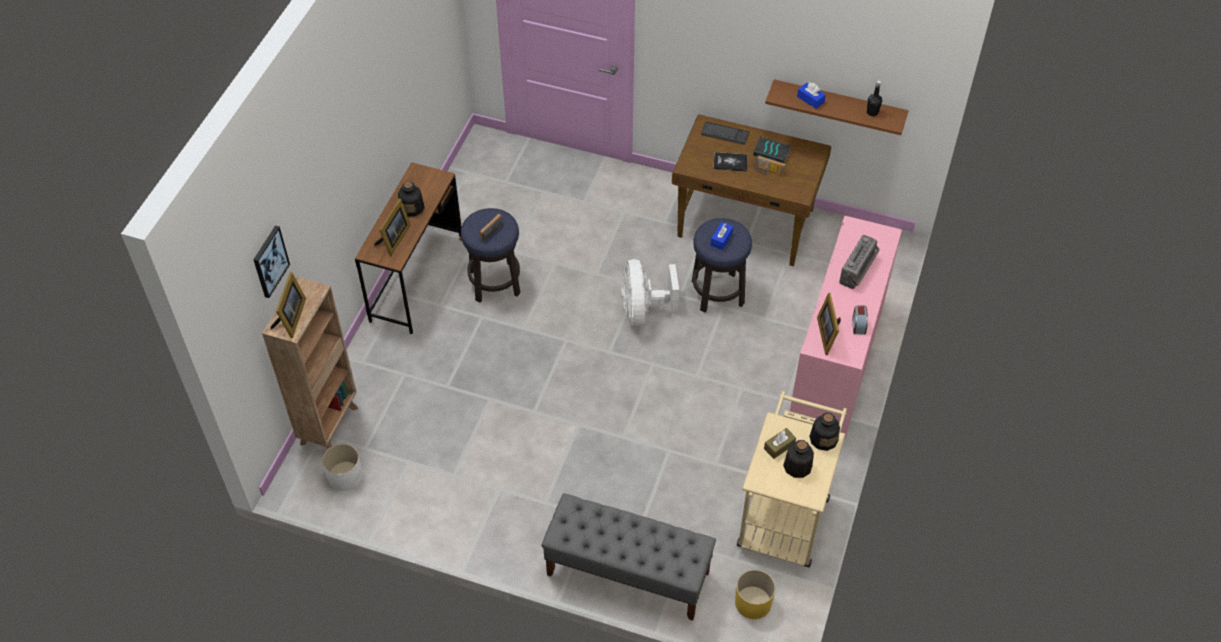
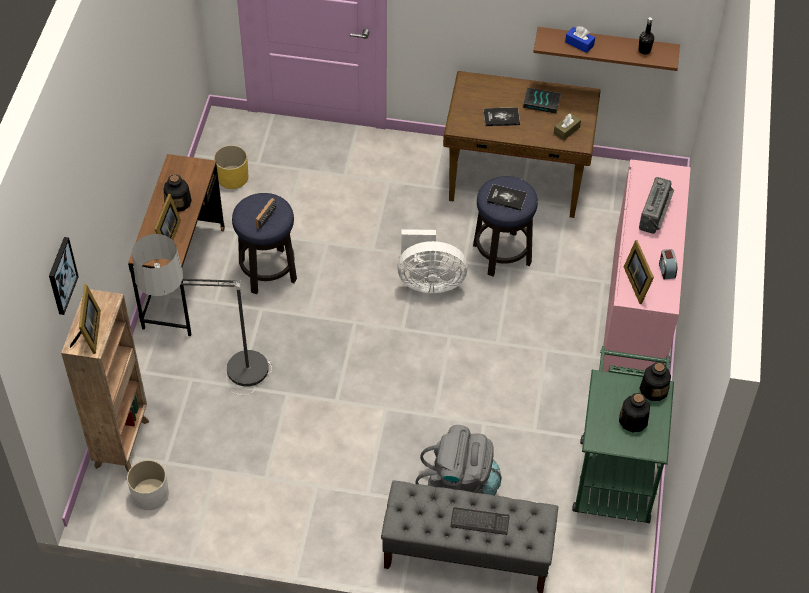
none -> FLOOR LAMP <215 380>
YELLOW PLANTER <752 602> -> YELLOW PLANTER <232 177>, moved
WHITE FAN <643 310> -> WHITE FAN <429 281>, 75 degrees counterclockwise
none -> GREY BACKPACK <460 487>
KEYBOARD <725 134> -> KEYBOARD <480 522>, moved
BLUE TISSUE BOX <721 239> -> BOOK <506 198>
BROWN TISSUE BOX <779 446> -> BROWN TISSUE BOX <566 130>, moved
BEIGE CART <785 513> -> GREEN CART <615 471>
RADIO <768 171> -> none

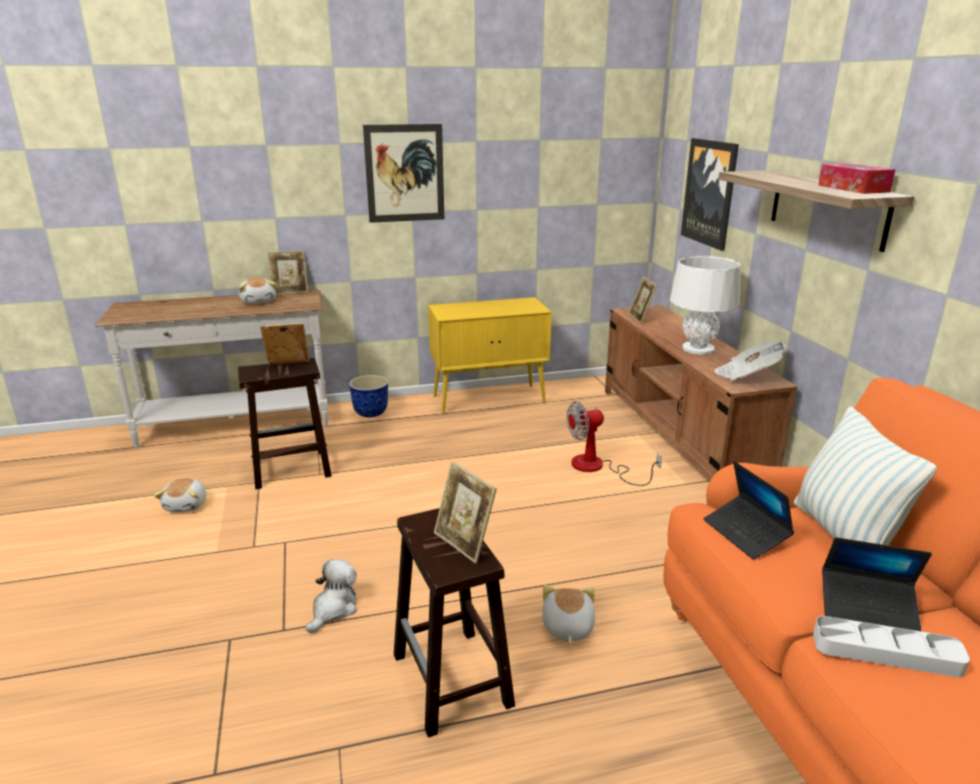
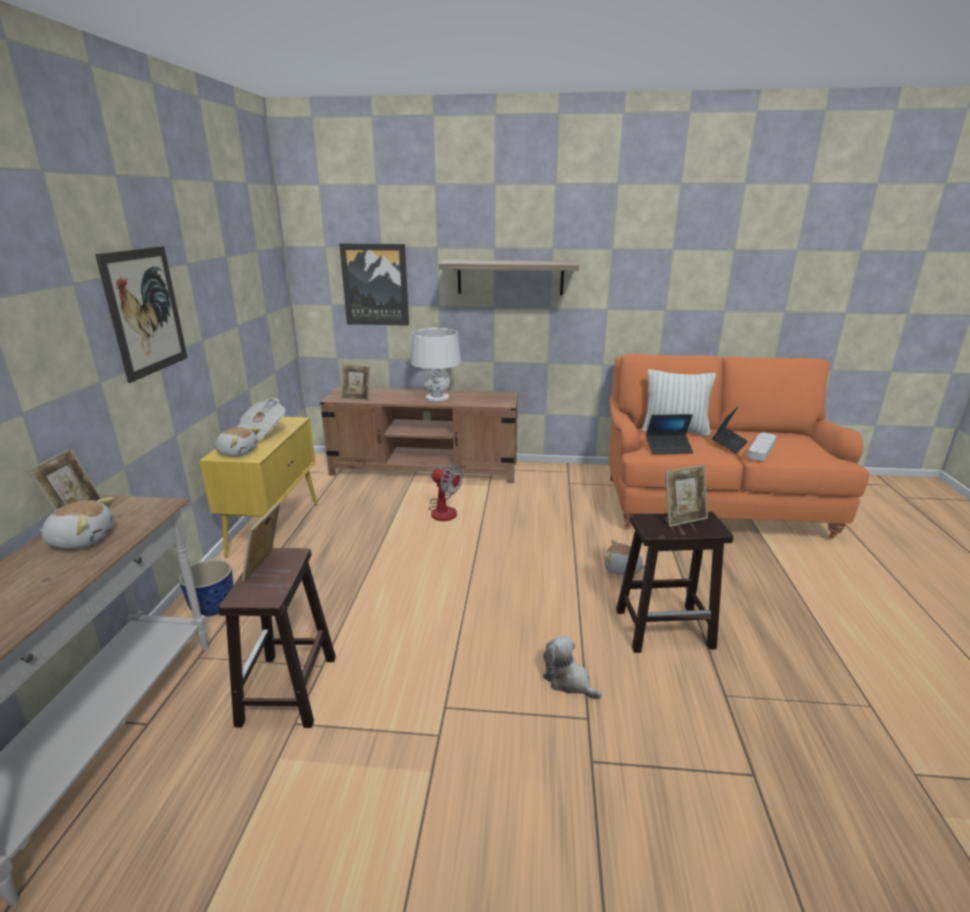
PLUSH TOY <187 505> -> PLUSH TOY <238 452>, moved
NEWSPAPER <746 376> -> NEWSPAPER <260 433>, moved
FAN <598 467> -> FAN <443 509>, 60 degrees counterclockwise
TISSUE BOX <853 188> -> none

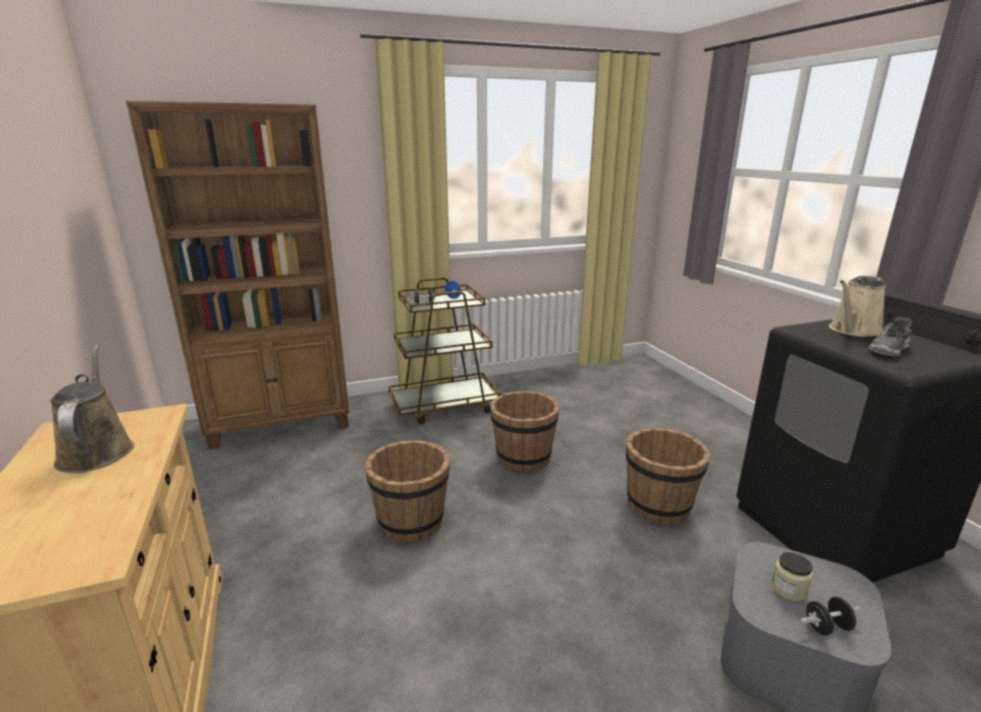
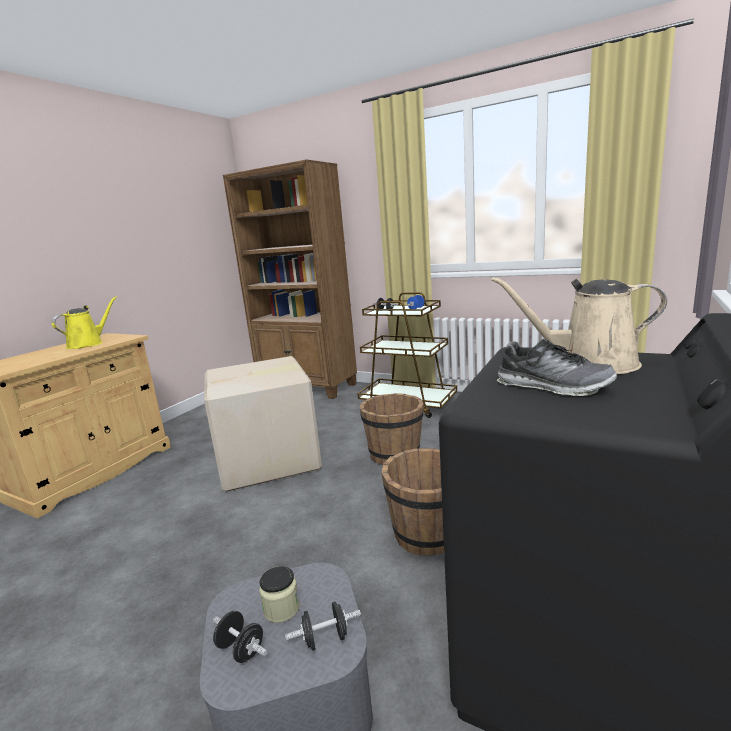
BROWN WATERING CAN <97 450> -> YELLOW WATERING CAN <88 344>
BROWN BUCKET <411 521> -> CARDBOARD BOX <270 460>
none -> BLACK DUMBBELL <325 639>
SHOE <889 349> -> SHOE <552 387>, 150 degrees counterclockwise

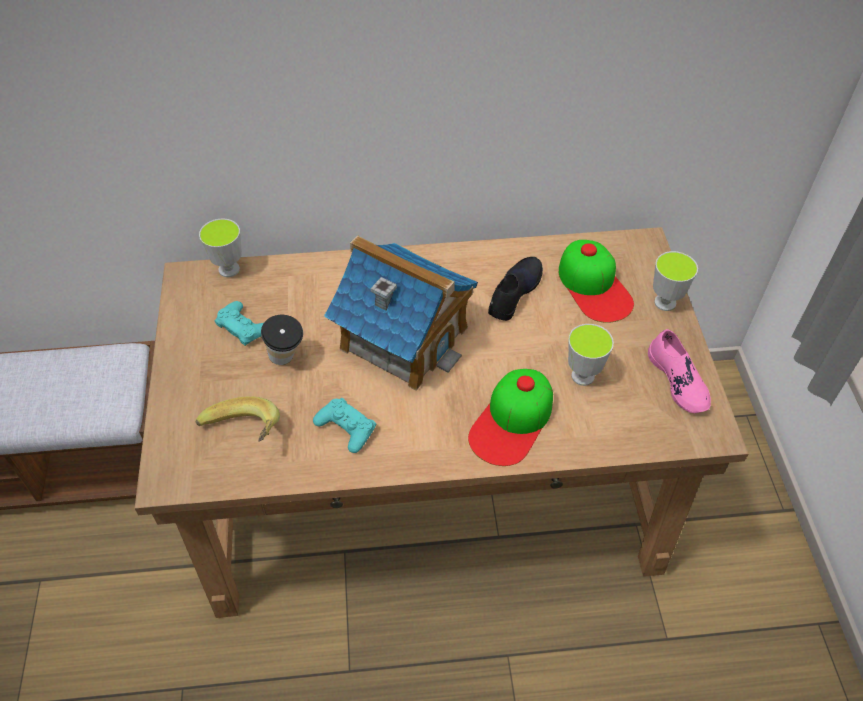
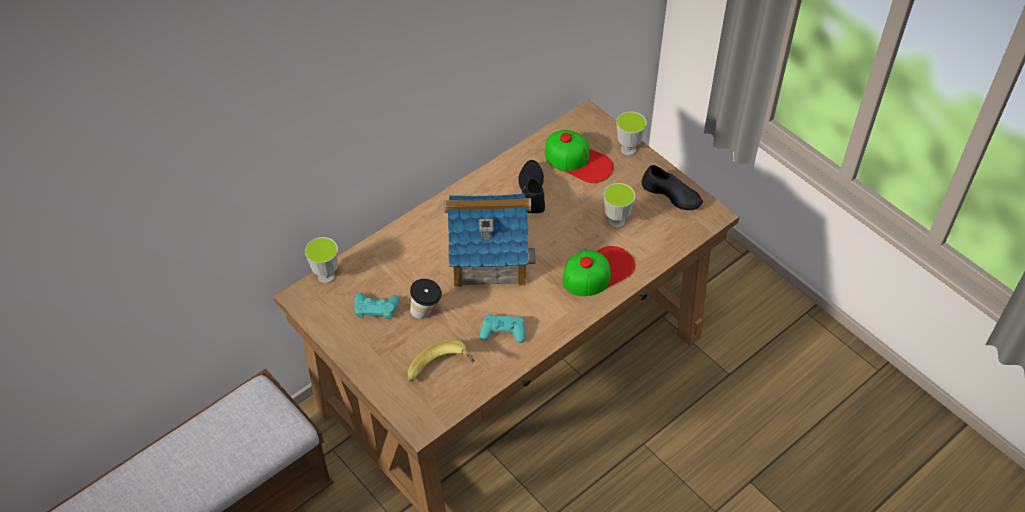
CAP <512 421> -> CAP <598 271>, 120 degrees counterclockwise
PINK SHOE <678 380> -> BLACK SHOE <672 194>

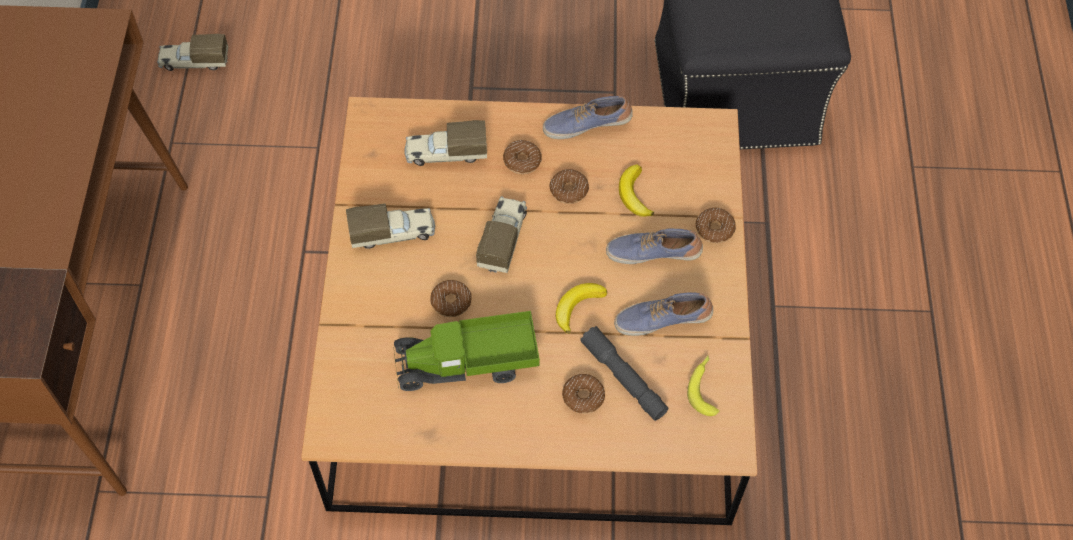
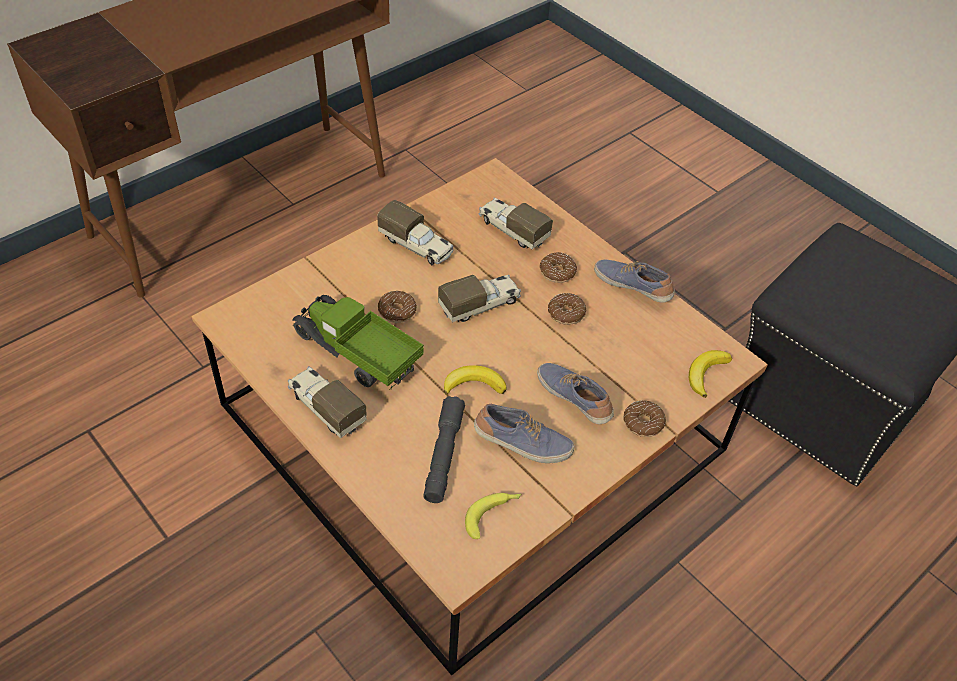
TOY TRUCK <194 62> -> TOY TRUCK <326 408>, moved
SHOE <662 320> -> SHOE <522 444>, 150 degrees clockwise
BANANA <634 194> -> BANANA <706 373>, moved
DONUT <583 397> -> none

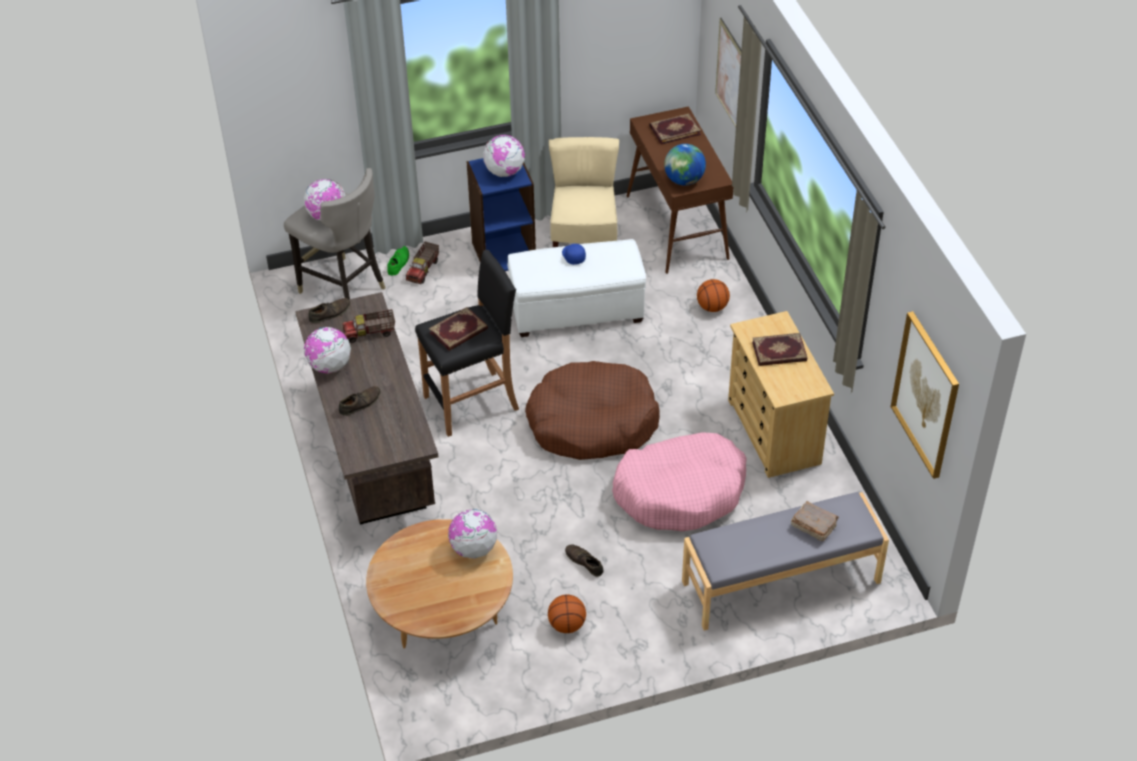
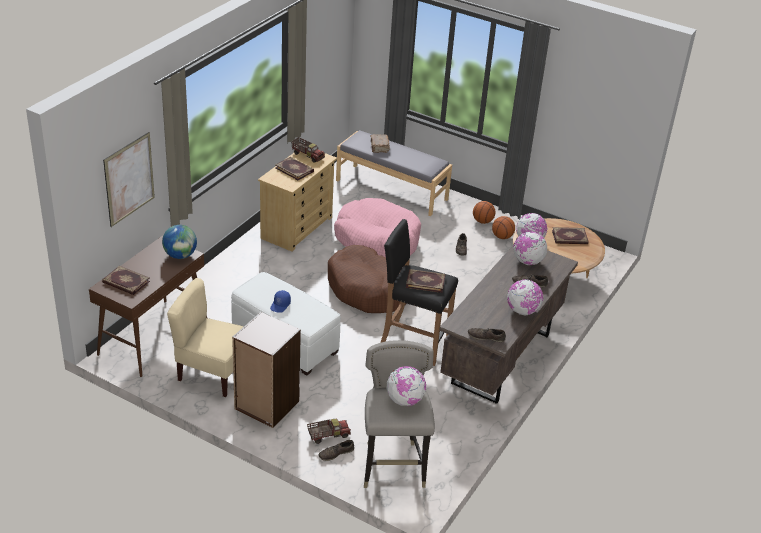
BEIGE CHAIR <584 241> -> BEIGE CHAIR <212 373>, 60 degrees clockwise
BLUE BOOKCASE <503 252> -> BROWN BOOKCASE <266 405>
TOY TRUCK <370 333> -> TOY TRUCK <308 155>, moved
GREEN SHOE <398 263> -> BROWN SHOE <336 453>
BASKETBALL <712 307> -> BASKETBALL <482 221>, moved
GLOBE <504 171> -> GLOBE <527 262>, moved
none -> BOOK <569 238>
PICTURE <926 395> -> none

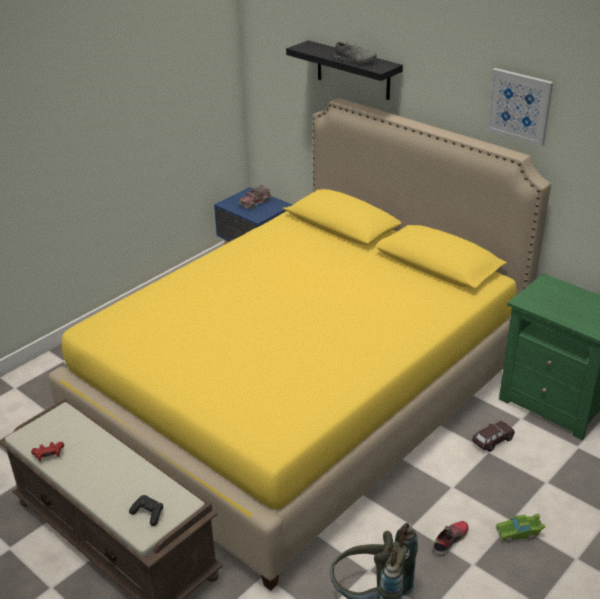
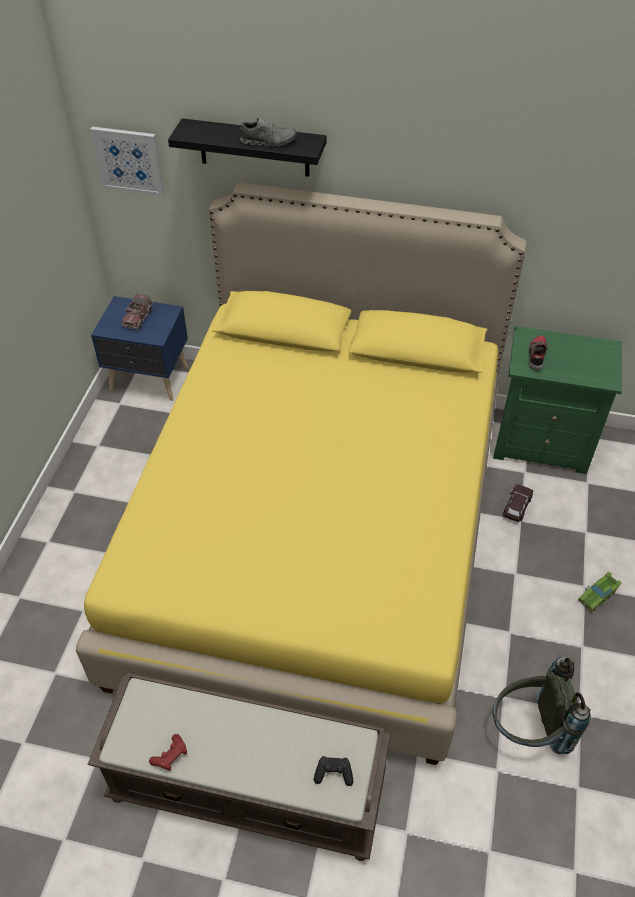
PICTURE <519 106> -> PICTURE <129 160>, moved
SHOE <449 541> -> SHOE <536 356>, moved

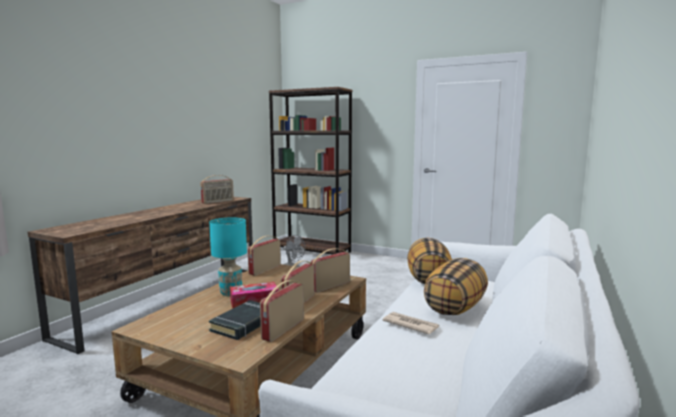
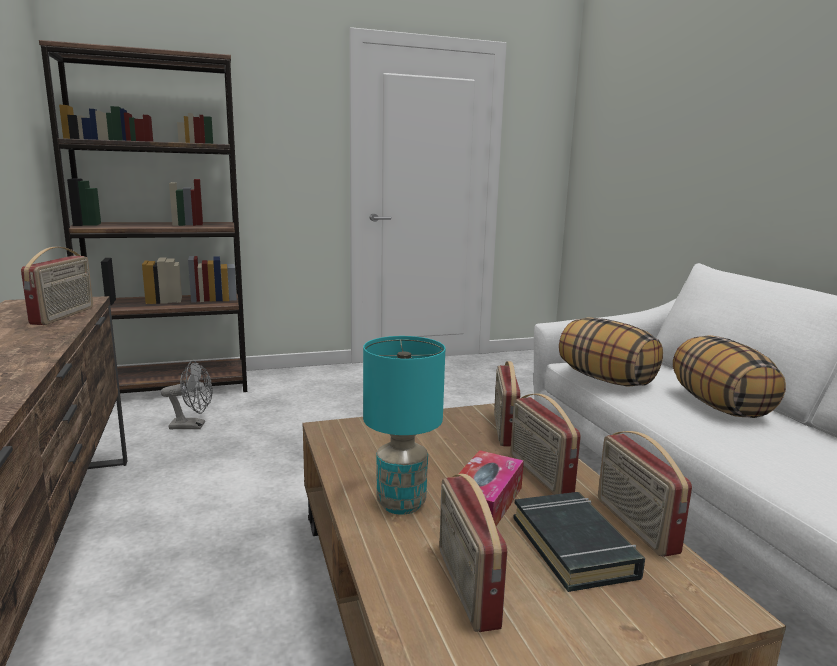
RADIO <264 269> -> RADIO <465 587>, moved
NEWSPAPER <410 325> -> none

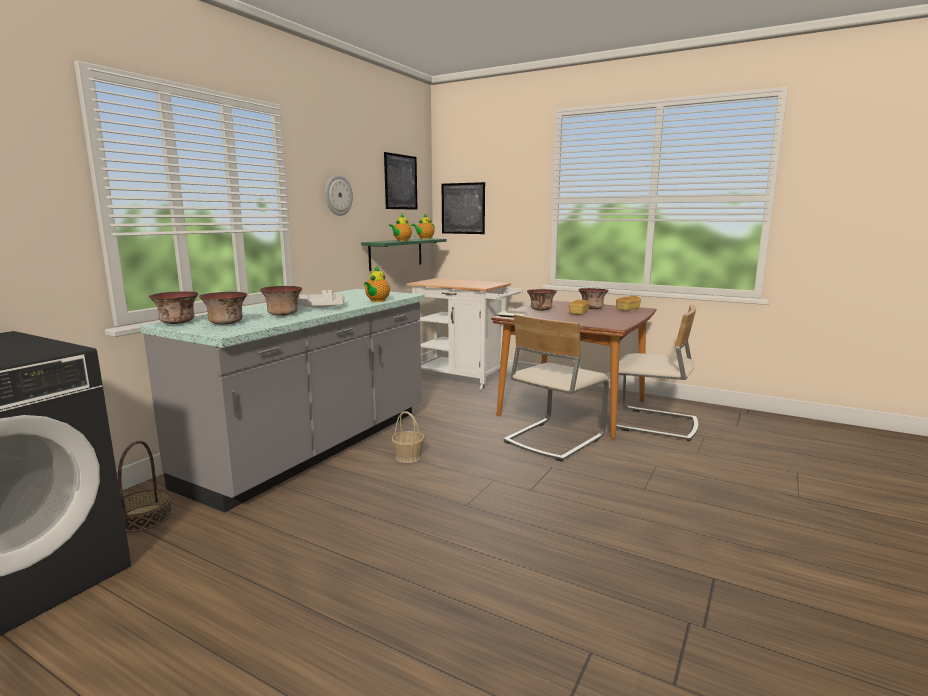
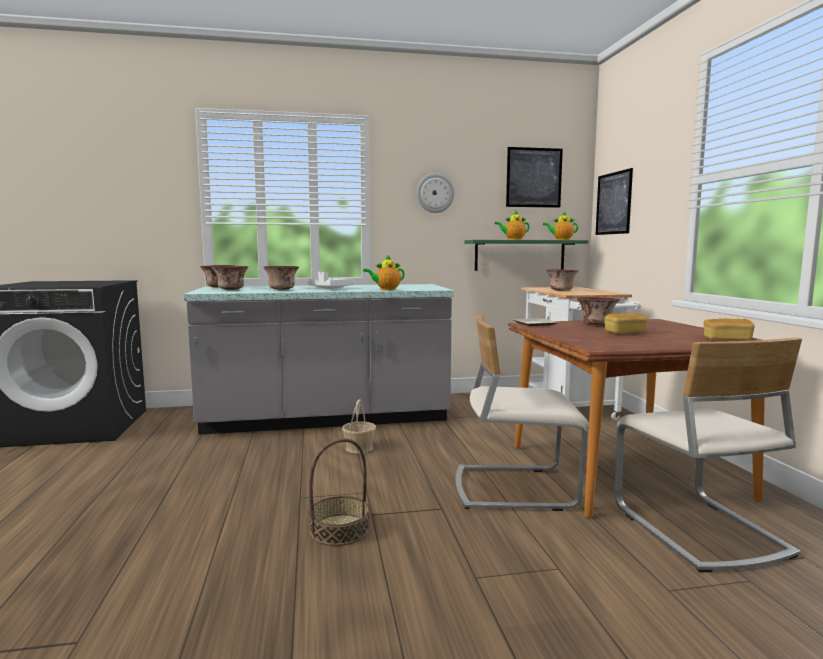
BASKET <143 518> -> BASKET <339 529>, moved
BOWL <592 308> -> BOWL <560 290>, moved

